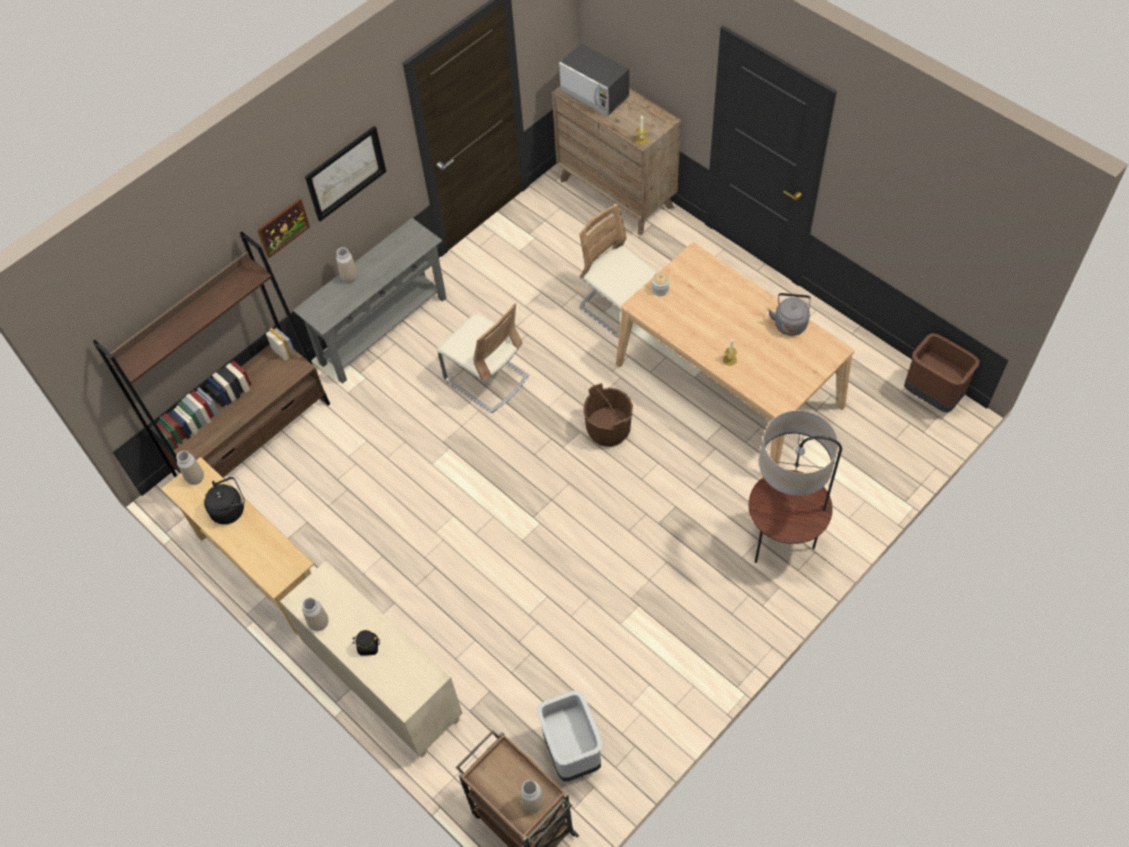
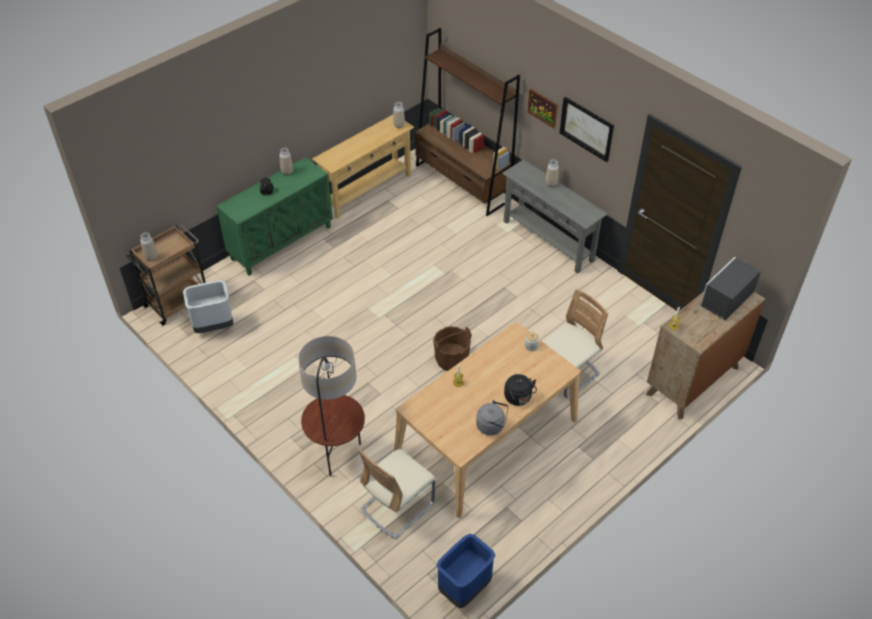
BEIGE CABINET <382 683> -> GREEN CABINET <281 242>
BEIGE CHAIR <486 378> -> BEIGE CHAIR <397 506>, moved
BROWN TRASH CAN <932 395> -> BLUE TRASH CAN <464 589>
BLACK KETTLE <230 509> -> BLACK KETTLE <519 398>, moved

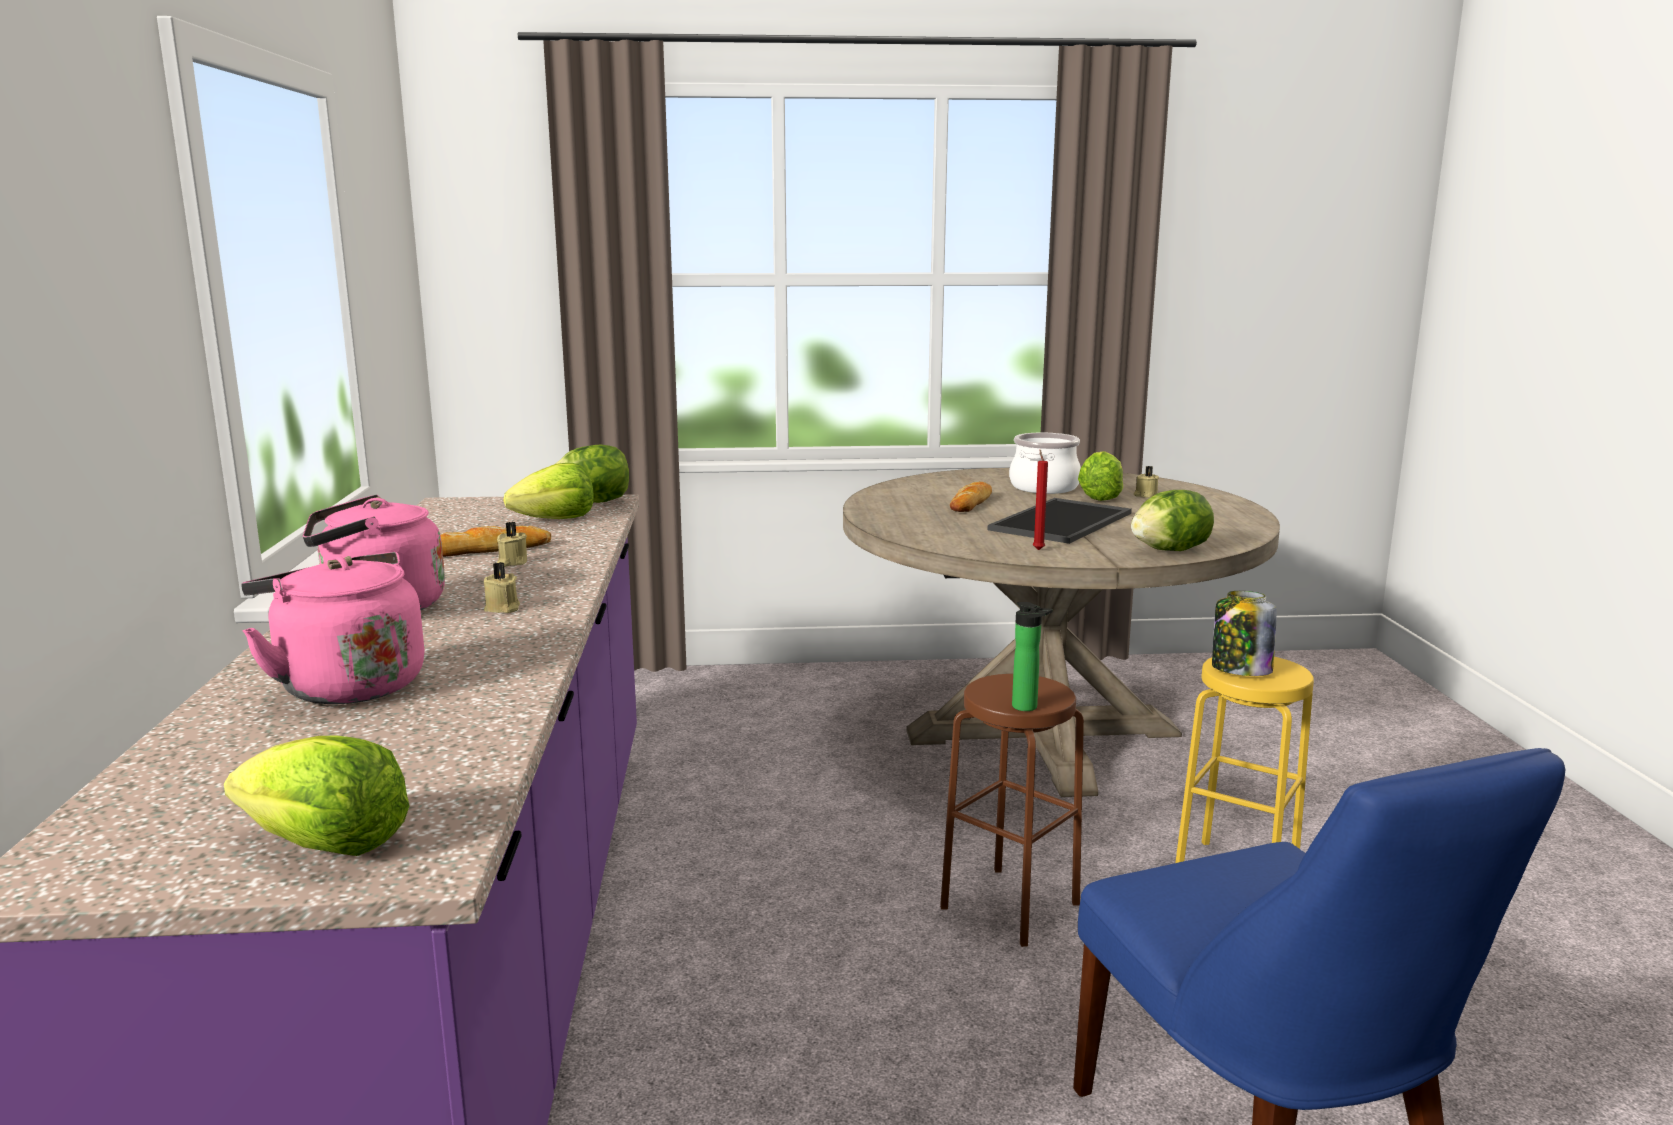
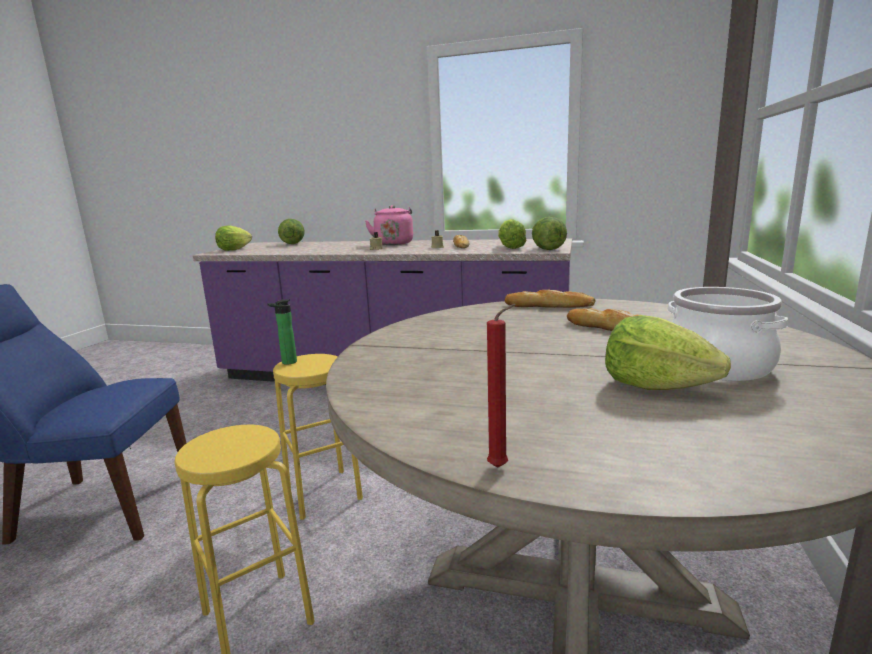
BROWN STOOL <1009 905> -> YELLOW STOOL <323 493>
LETTUCE <1170 550> -> LETTUCE <293 243>, moved
RED CANDLE <1038 549> -> RED CANDLE <501 468>, moved
none -> BREAD <549 306>
PINK KETTLE <346 685> -> none
TRAY <1062 522> -> none
BEIGE CANDLE <1145 495> -> none
JAR <1240 670> -> none

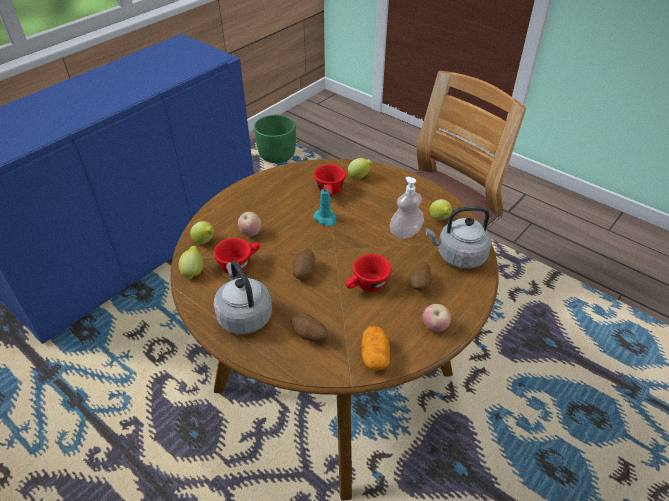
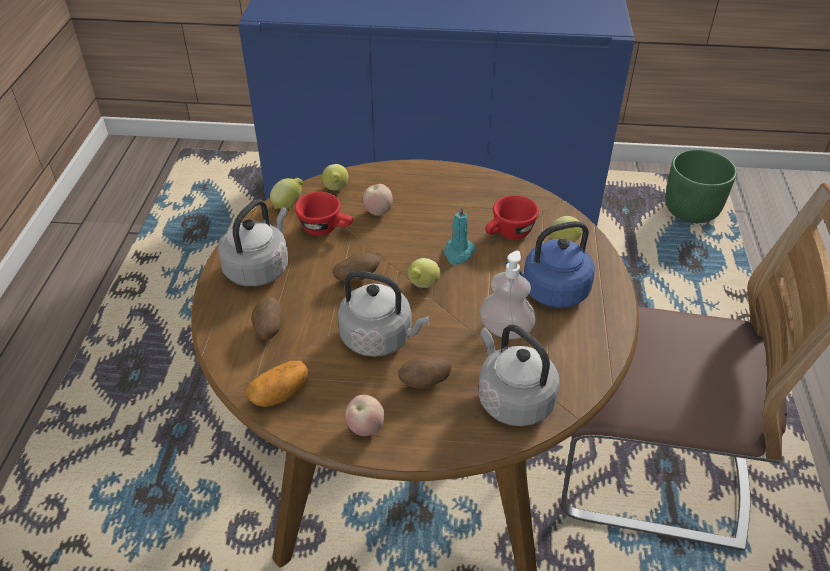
RED CUP <366 286> -> GREY KETTLE <380 338>
LEMON <439 219> -> LEMON <422 286>, moved
none -> BLUE KETTLE <551 292>

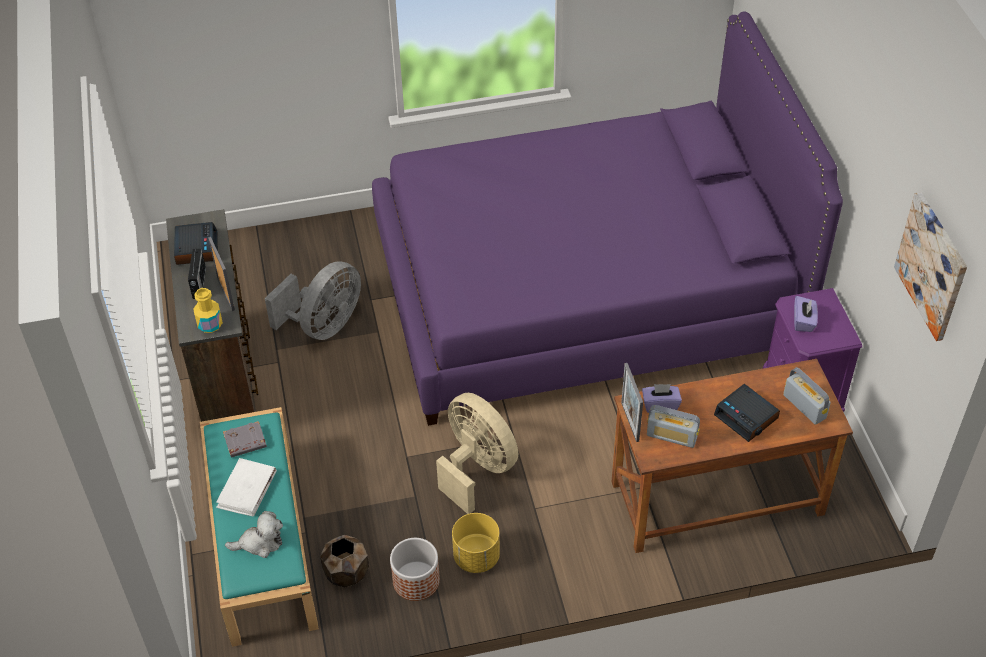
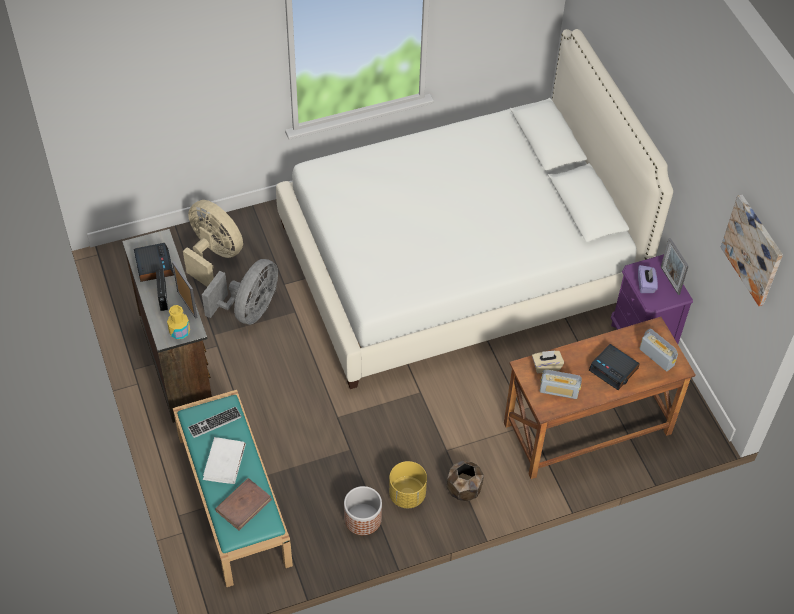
BEIGE FAN <477 468> -> BEIGE FAN <214 256>, moved
GREY BOOK <245 442> -> KEYBOARD <215 423>
PLUSH TOY <260 543> -> BROWN BOOK <243 505>
PURPLE BED <584 293> -> WHITE BED <458 263>
BROWN PLANTER <346 574> -> BROWN PLANTER <463 490>, moved
PURPLE TISSUE BOX <660 405> -> BEIGE TISSUE BOX <546 366>
PICTURE FRAME <630 422> -> PICTURE FRAME <670 280>, moved

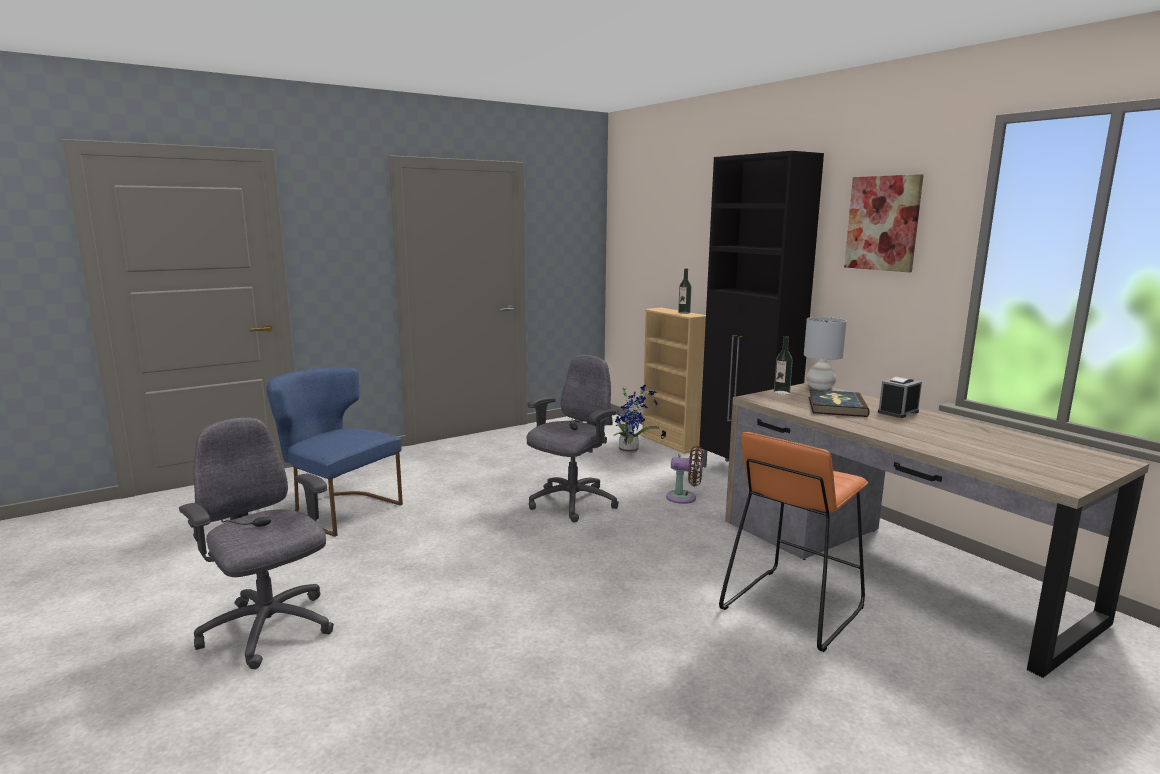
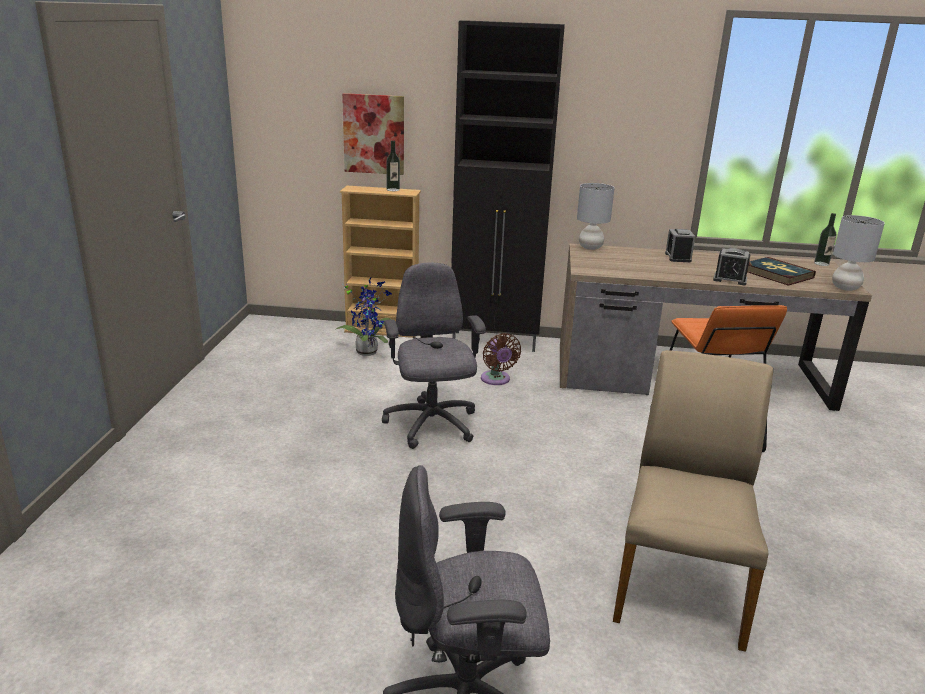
PICTURE <883 223> -> PICTURE <374 134>, moved
BROWN FAN <684 498> -> BROWN FAN <496 380>, 105 degrees clockwise
none -> BEIGE CHAIR <679 586>
none -> ALARM CLOCK <730 279>
BOOK <836 406> -> BOOK <777 274>, moved
BOTTLE <781 392> -> BOTTLE <821 263>, moved
none -> GREY TABLE LAMP <845 288>
BLUE CHAIR <338 509> -> none

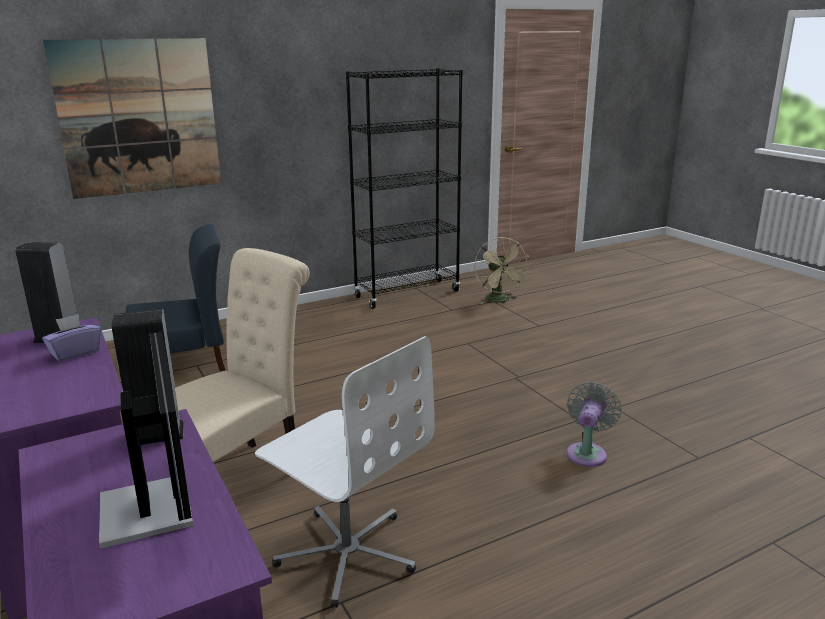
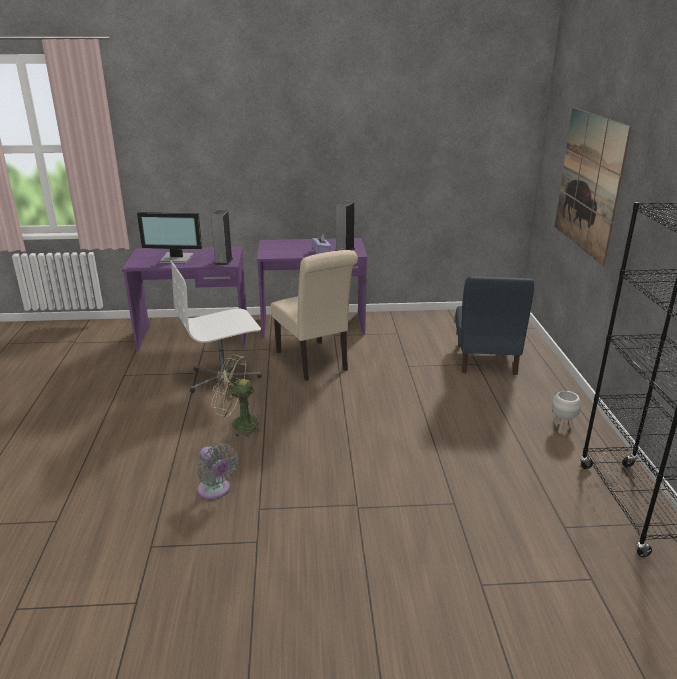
BEIGE FAN <500 301> -> BEIGE FAN <238 424>, moved
none -> WHITE PLANTER <562 428>

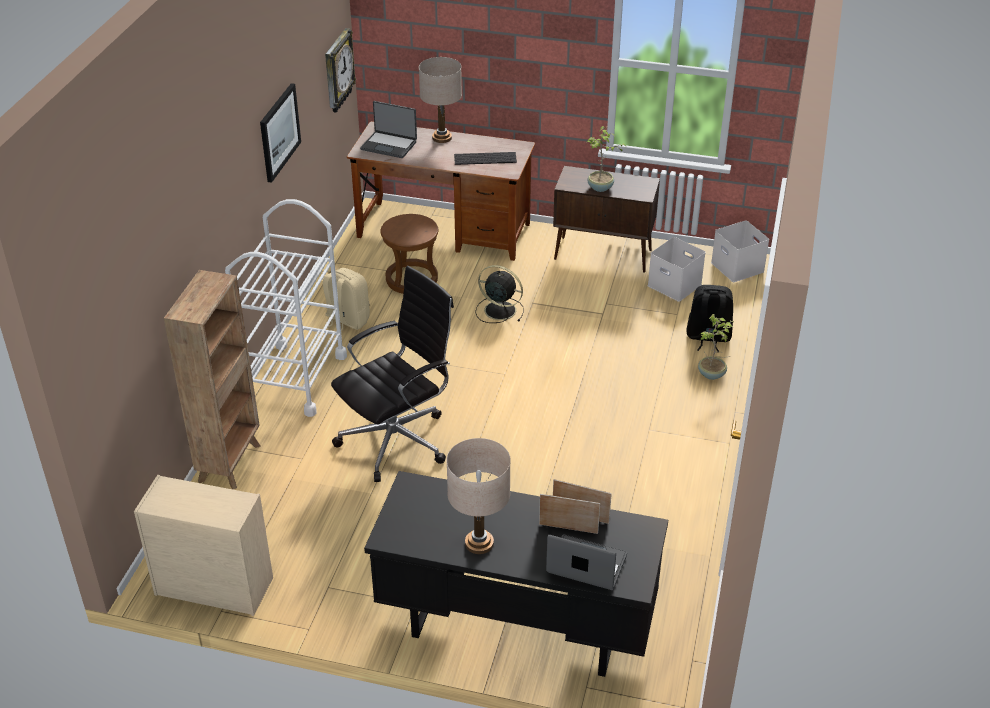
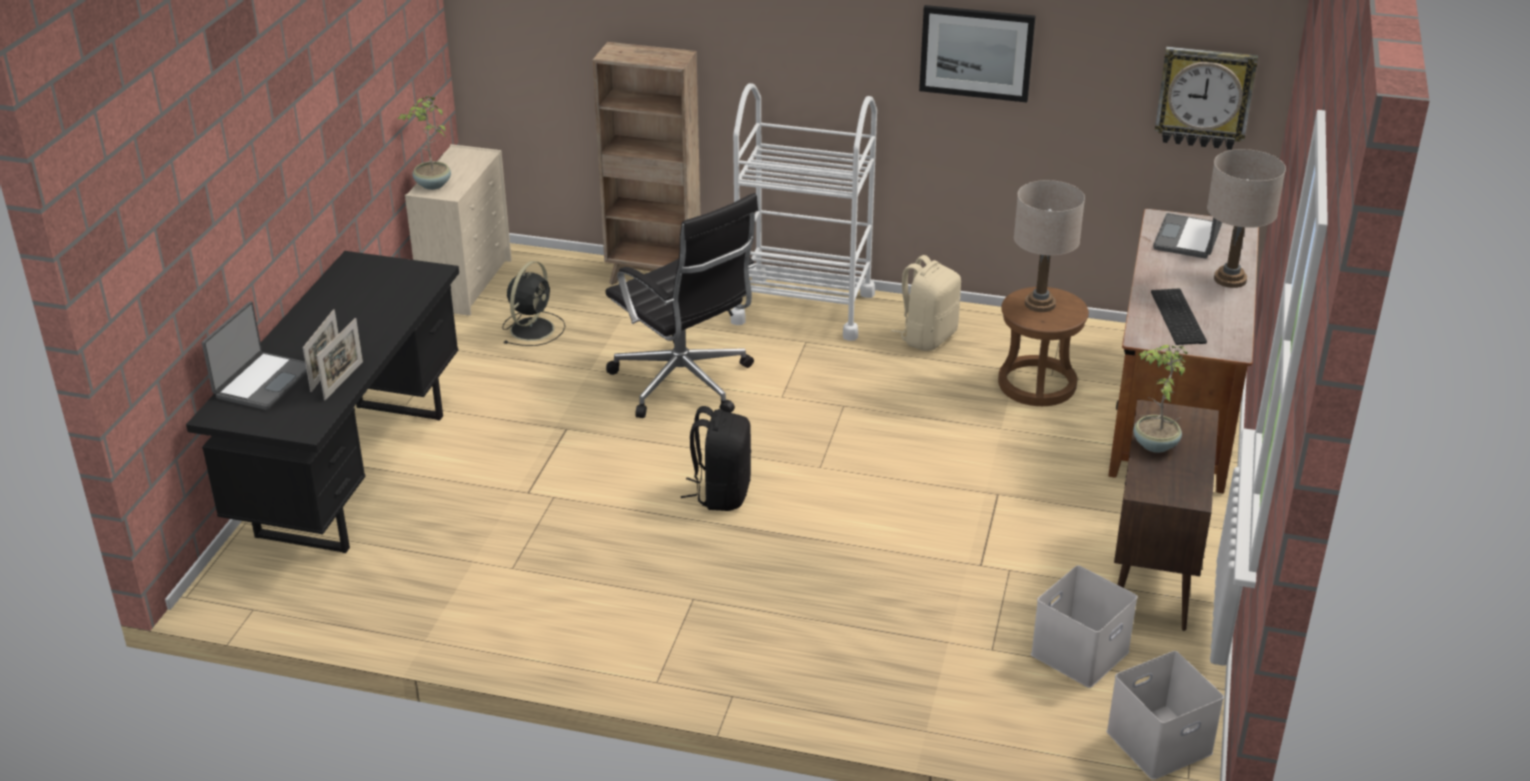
POTTED PLANT <712 374> -> POTTED PLANT <432 185>, moved
BLACK FAN <498 310> -> BLACK FAN <533 328>, moved
BLACK BACKPACK <708 337> -> BLACK BACKPACK <721 493>, moved
BEIGE TABLE LAMP <479 543> -> BEIGE TABLE LAMP <1039 304>, moved

